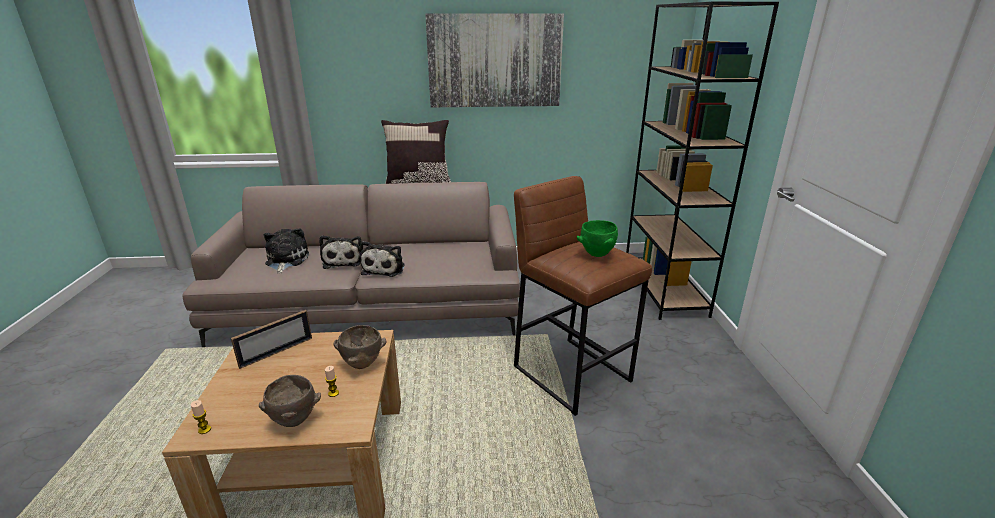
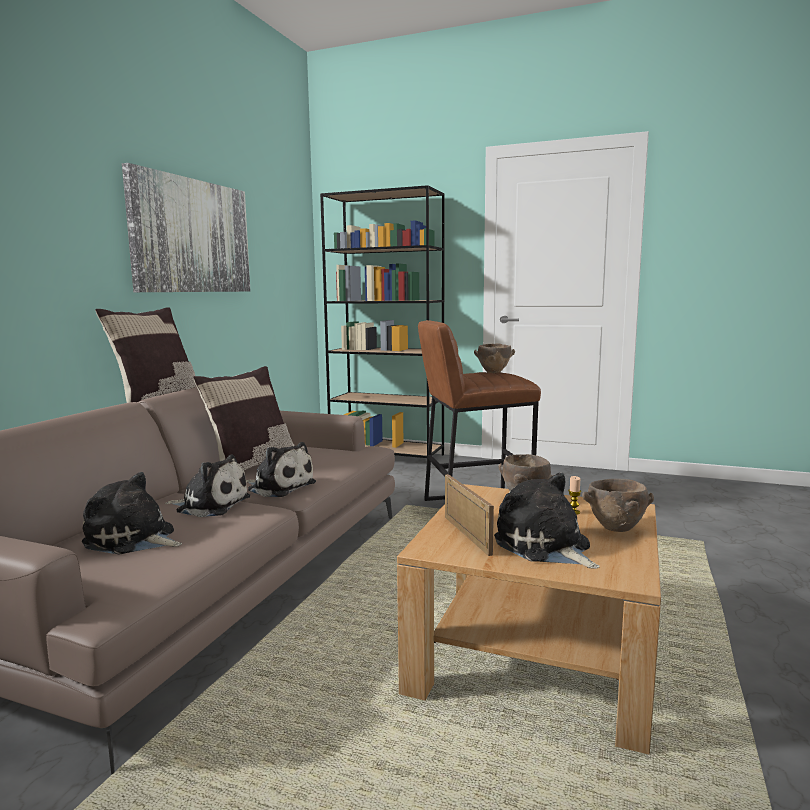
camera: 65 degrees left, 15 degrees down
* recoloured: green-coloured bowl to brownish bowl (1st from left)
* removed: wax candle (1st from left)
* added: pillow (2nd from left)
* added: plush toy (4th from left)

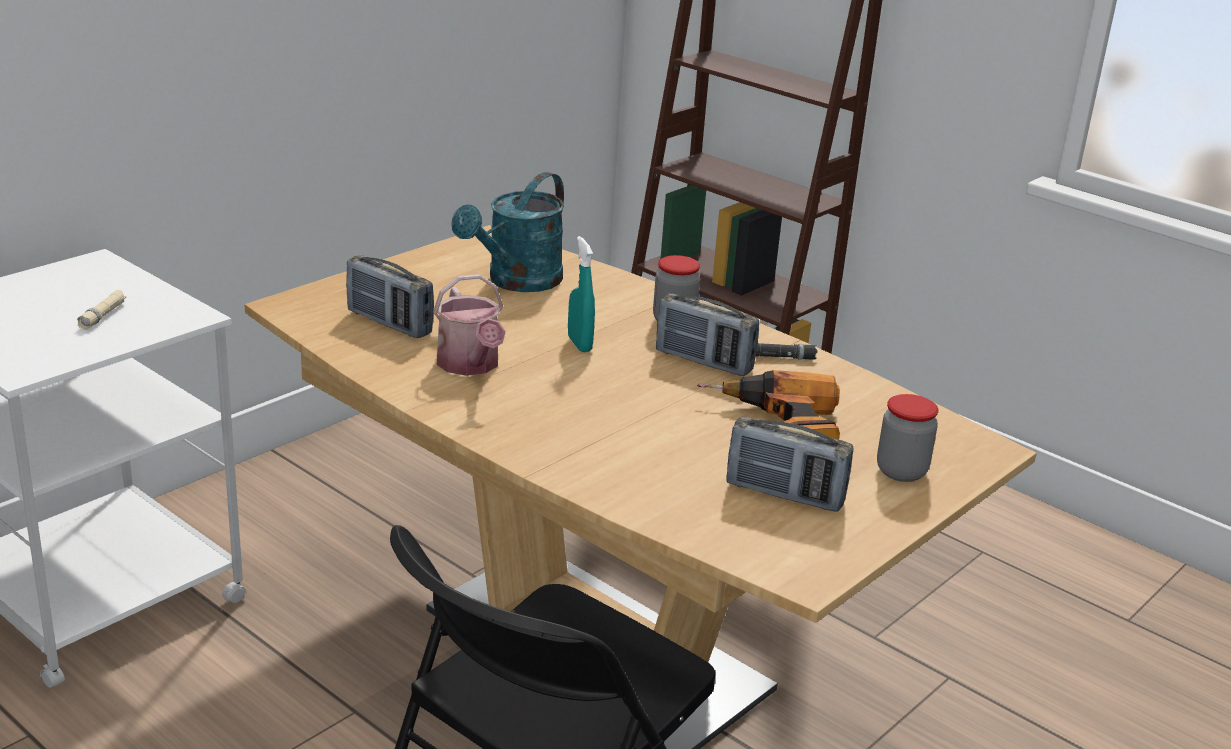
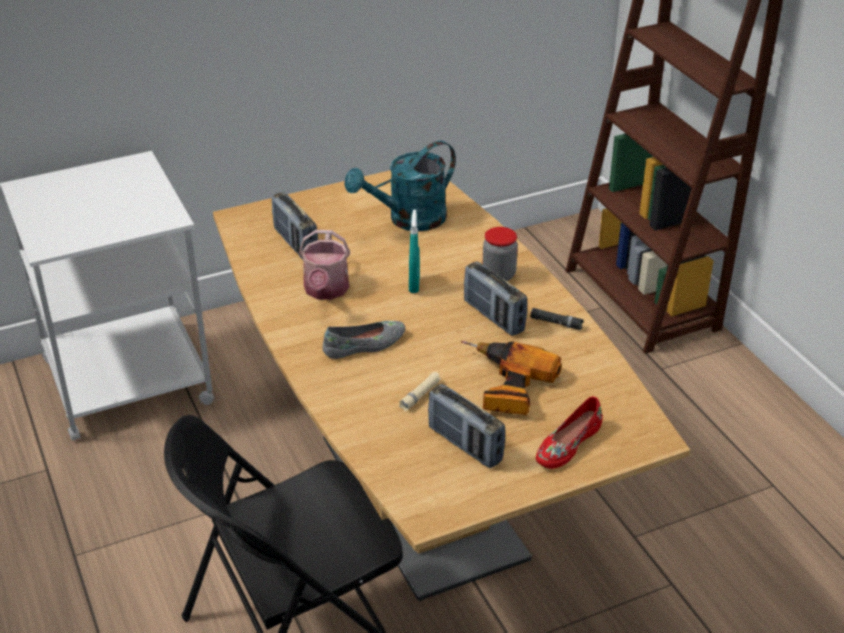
camera: 25 degrees right, 10 degrees up
* moved: beige-coloured hand torch
* replaced: storage jar (2nd from left) to reddish low shoe
* added: gray low shoe

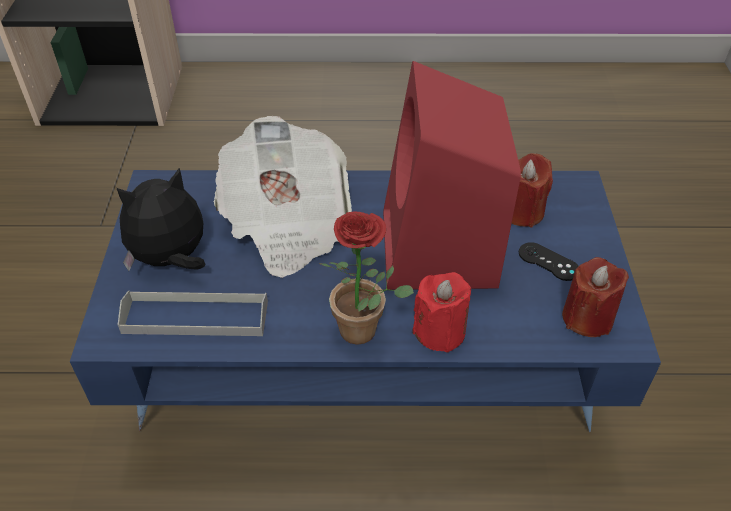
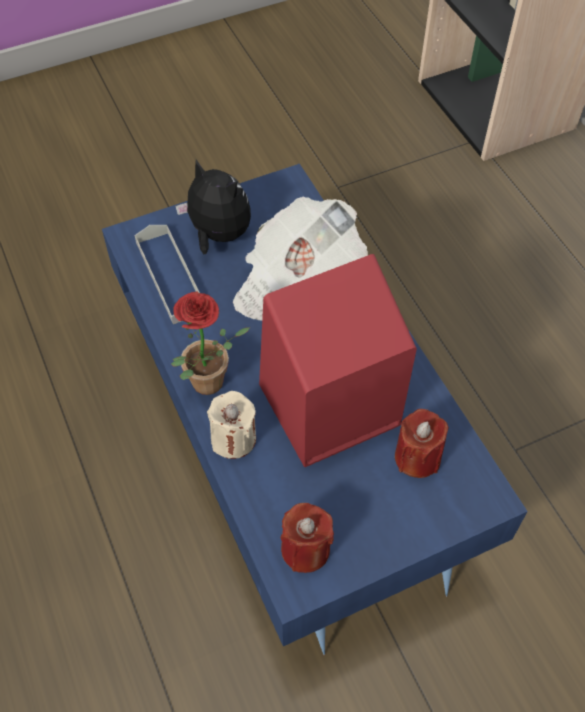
camera: 65 degrees right, 10 degrees up
* removed: black gamepad
* recoloured: reddish wax candle (1st from left) to beige-coloured wax candle

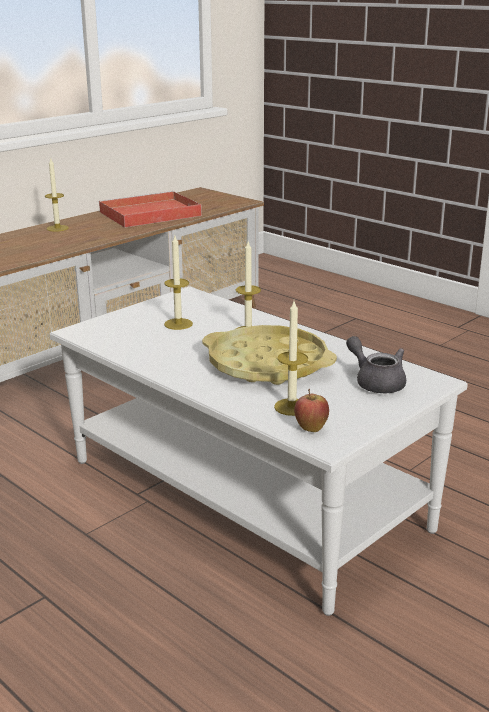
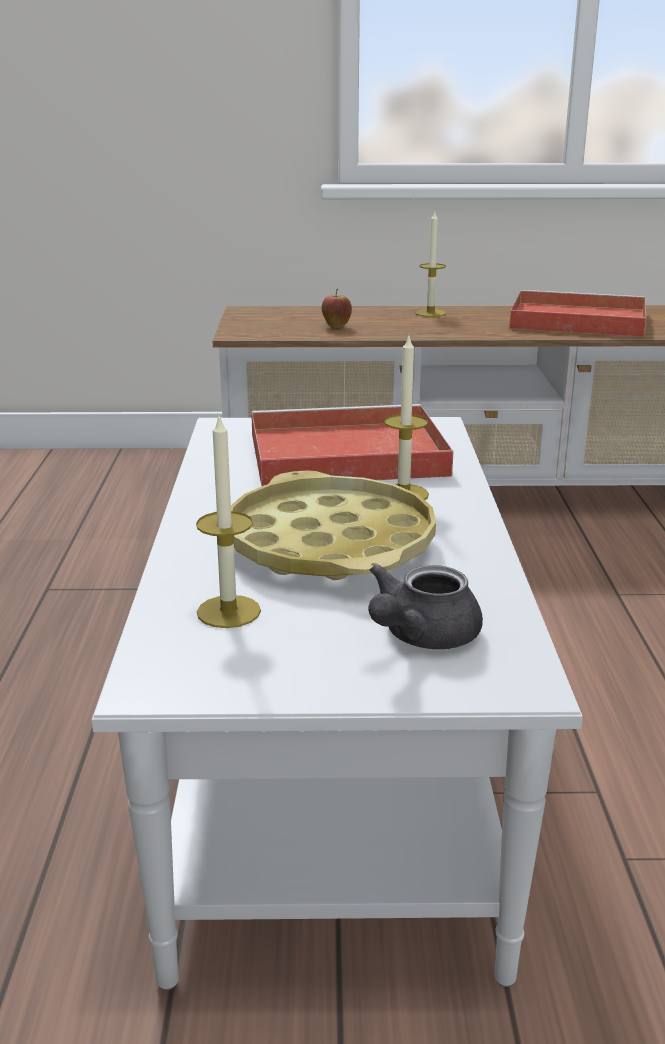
camera: 45 degrees right, 0 degrees up
* replaced: wax candle (2nd from left) to reddish tray (1st from left)
* turned: gray pot for tea 150 degrees counterclockwise
* moved: apple fruit

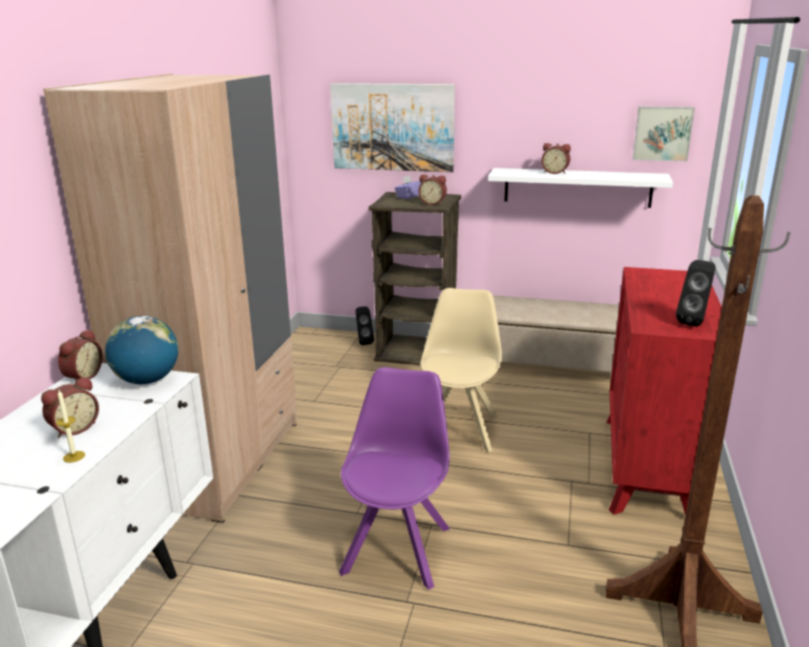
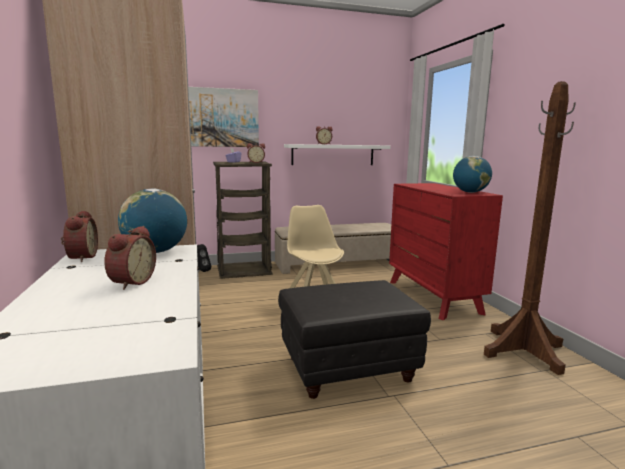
camera: 30 degrees left, 10 degrees down
* removed: wall art (2nd from left)
* replaced: black loudspeaker (2nd from left) to desk globe (2nd from left)
* replaced: purplish plain chair to black footrest
* removed: wax candle

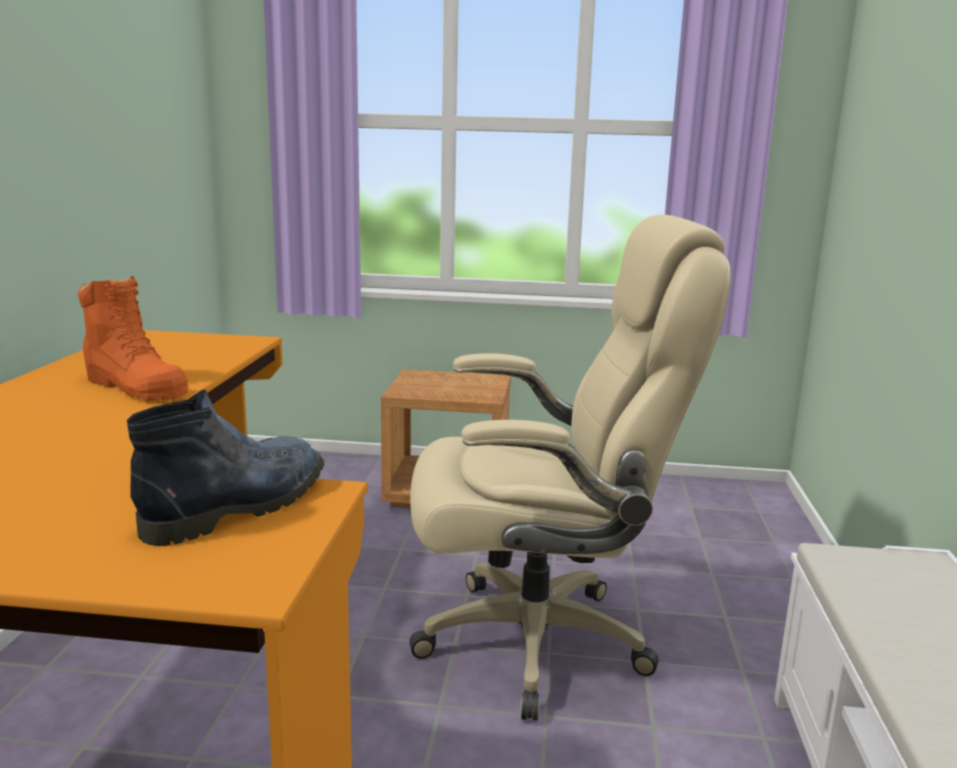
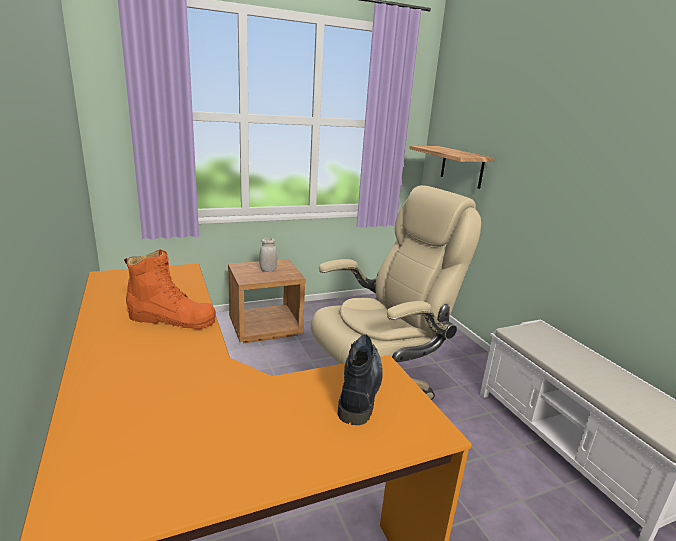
camera: 30 degrees left, 5 degrees up
* added: shelf
* added: whitish storage jar

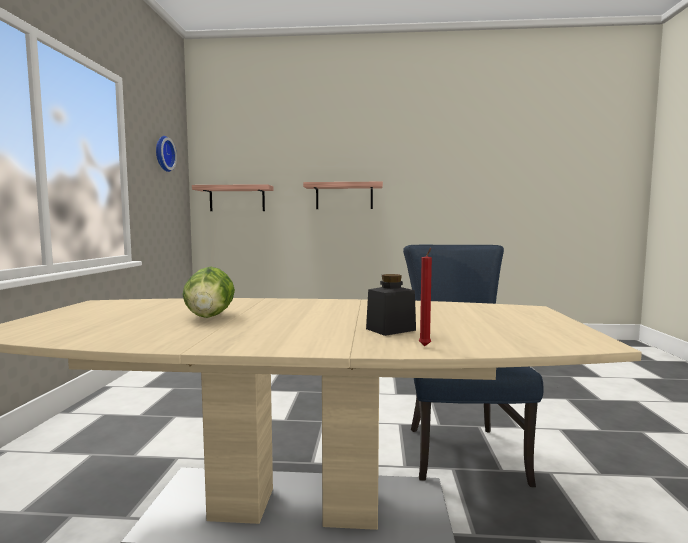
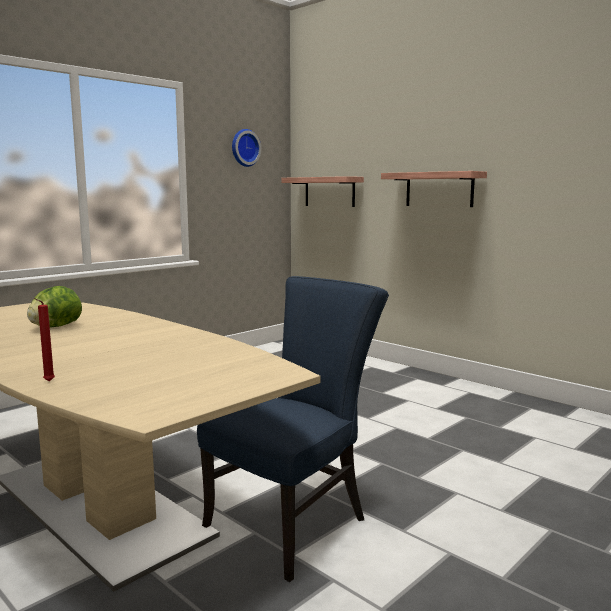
camera: 40 degrees right, 5 degrees up
* removed: black storage jar

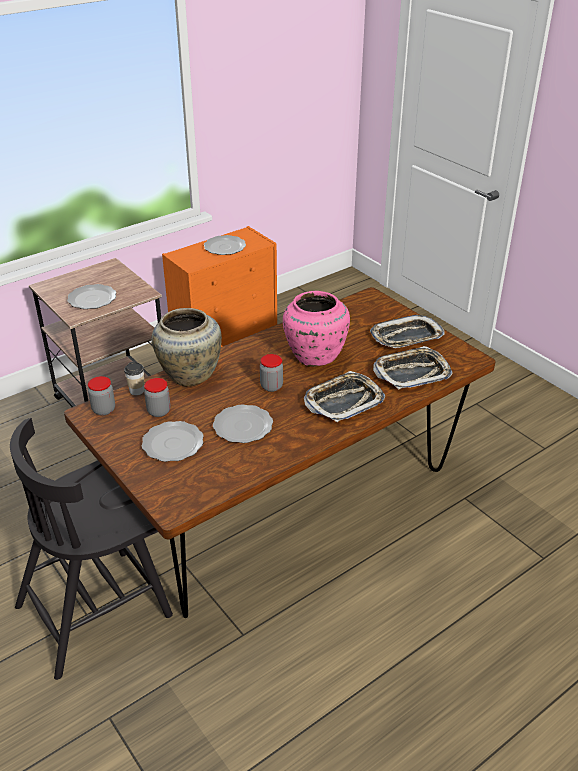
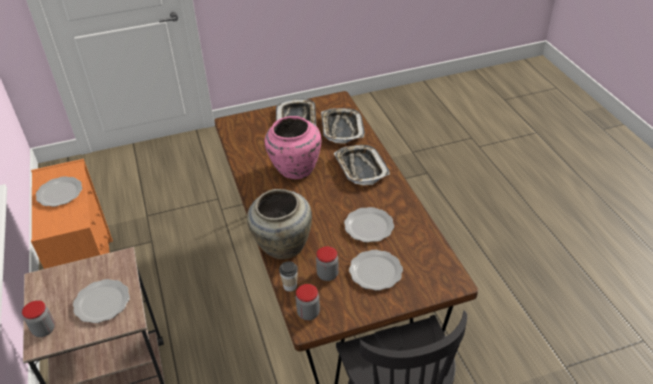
camera: 70 degrees left, 5 degrees up
* moved: storage jar (3rd from left in the first image) to storage jar (1st from left)

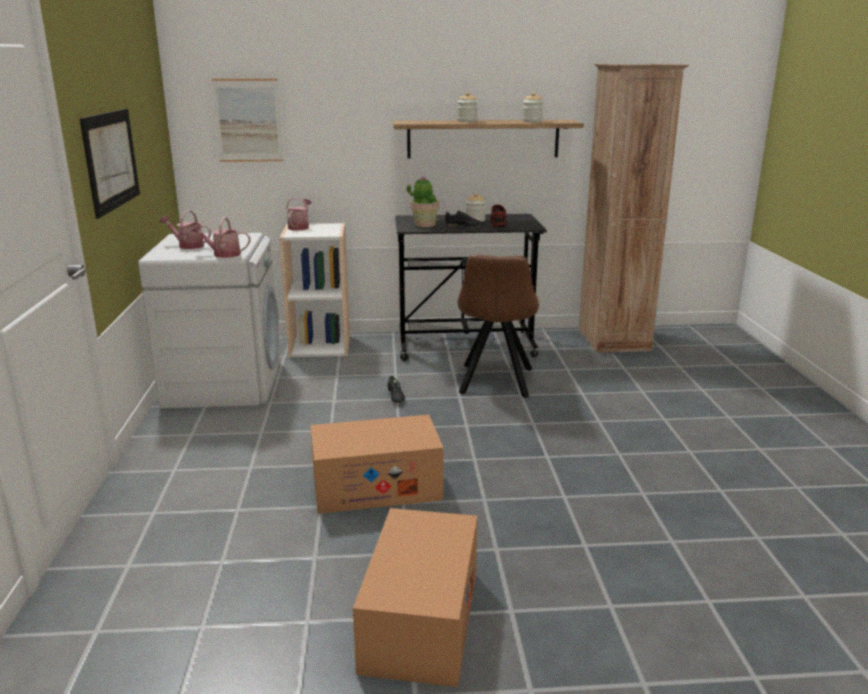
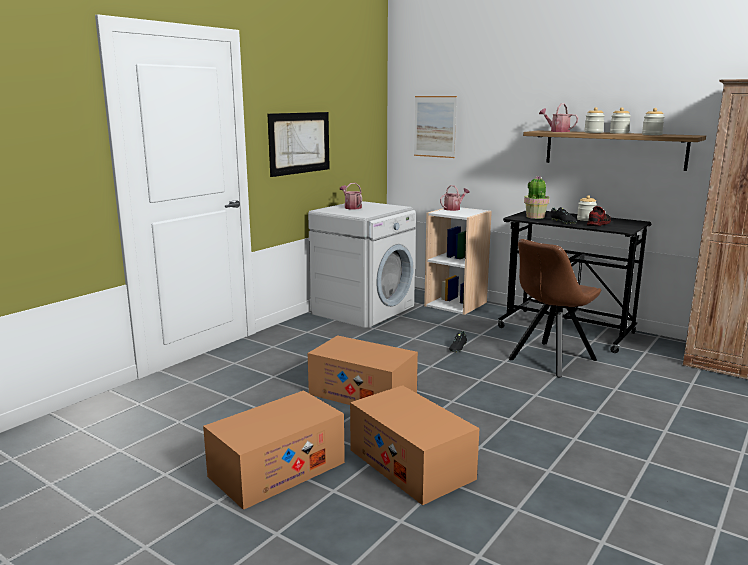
camera: 40 degrees right, 5 degrees down
* moved: watering pot (2nd from left in the first image) to watering pot (3rd from left)
* added: storage jar (3rd from left)
* added: cardboard box (3rd from left)

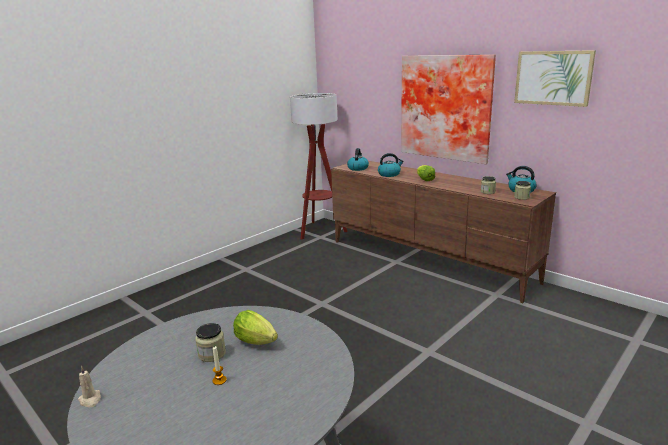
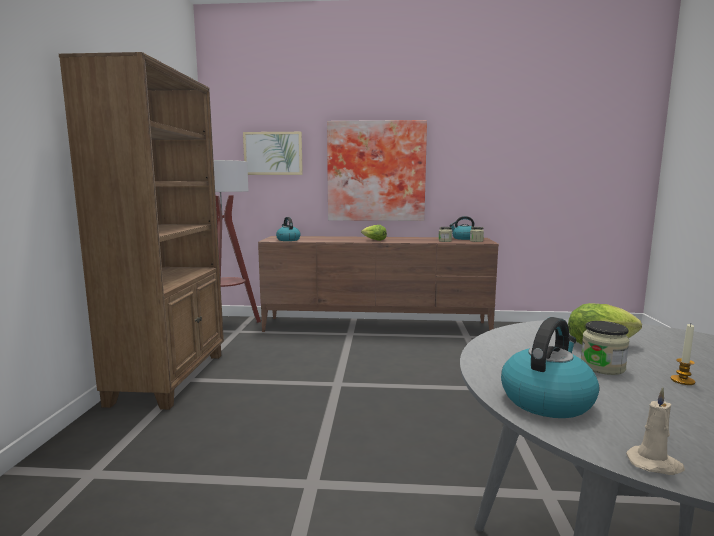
camera: 40 degrees left, 10 degrees down
* moved: wall art (2nd from left in the first image) to wall art (1st from left)
* moved: water kettle (2nd from left in the first image) to water kettle (3rd from left)
* added: brownish shelving unit

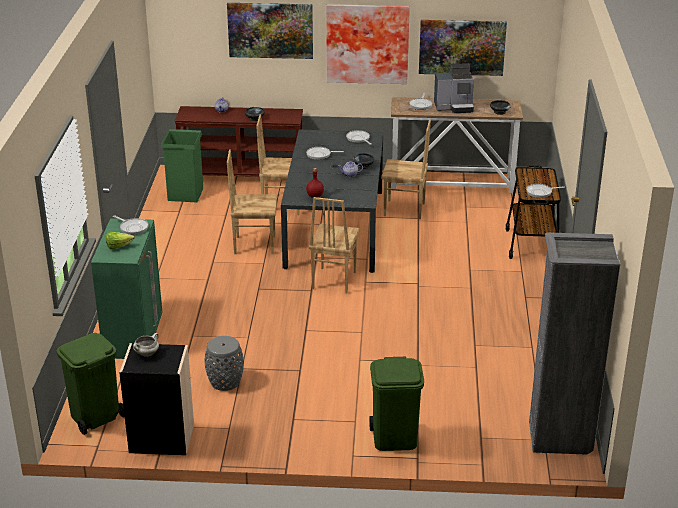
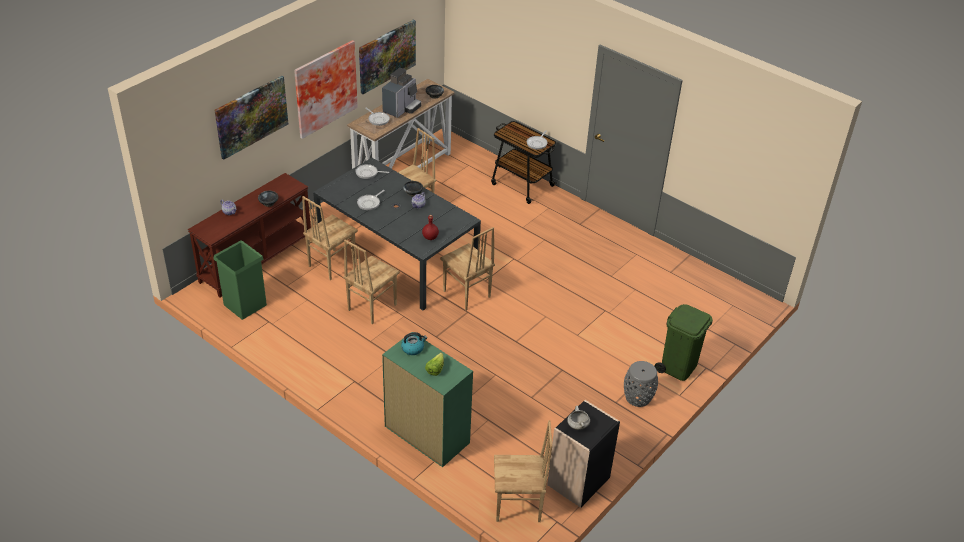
camera: 55 degrees left, 10 degrees up
* replaced: frying pan (1st from left) to water kettle
* removed: gray cupboard
* replaced: green-coloured trash can (1st from left) to brownish plain chair (5th from left)
* moved: gray stool seat

